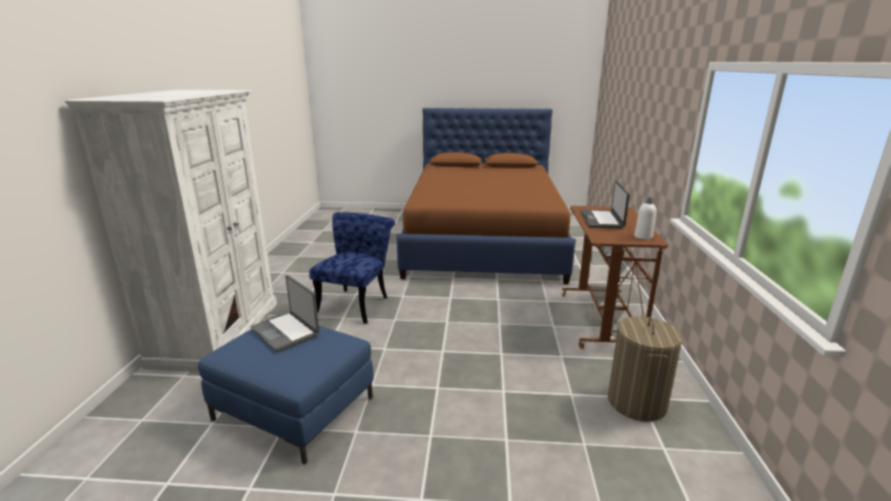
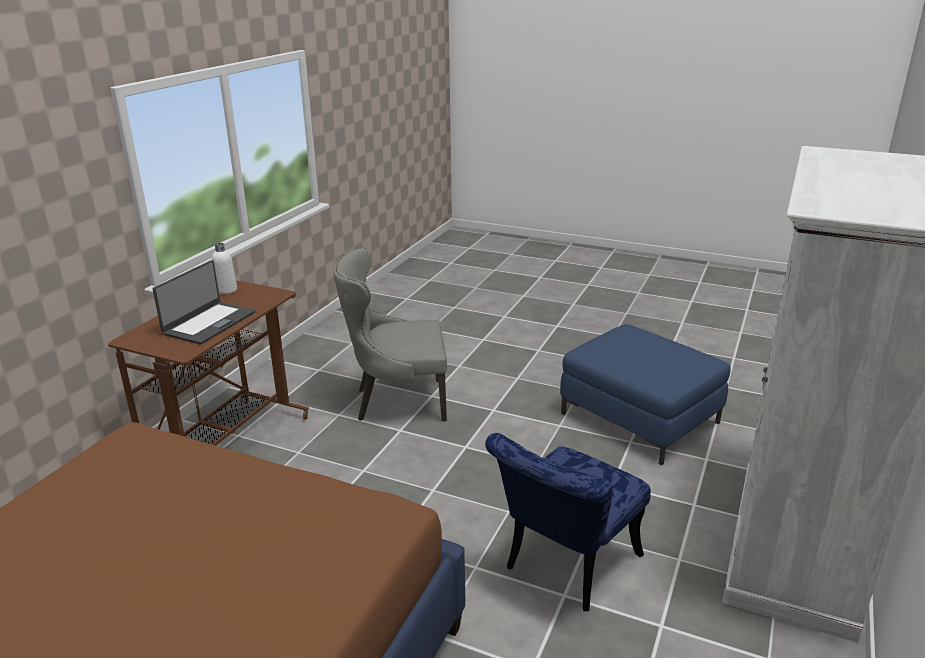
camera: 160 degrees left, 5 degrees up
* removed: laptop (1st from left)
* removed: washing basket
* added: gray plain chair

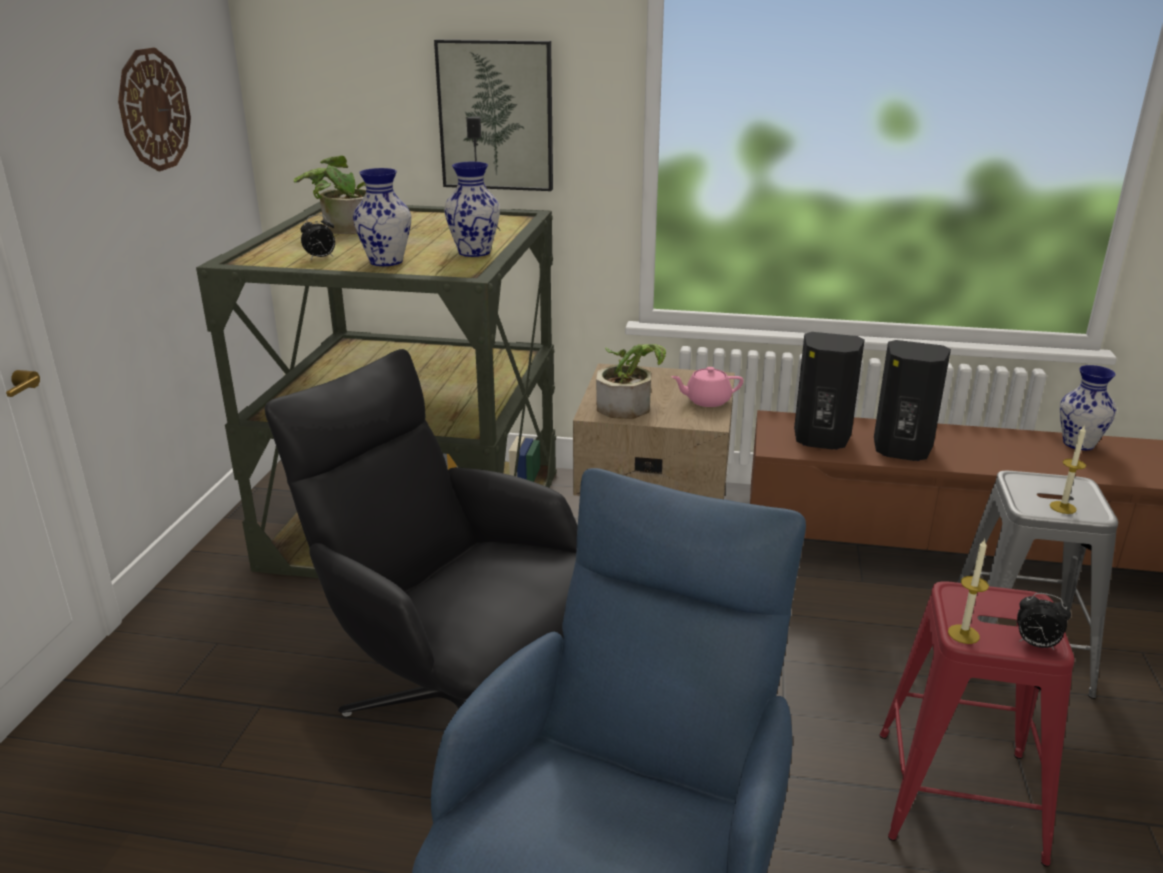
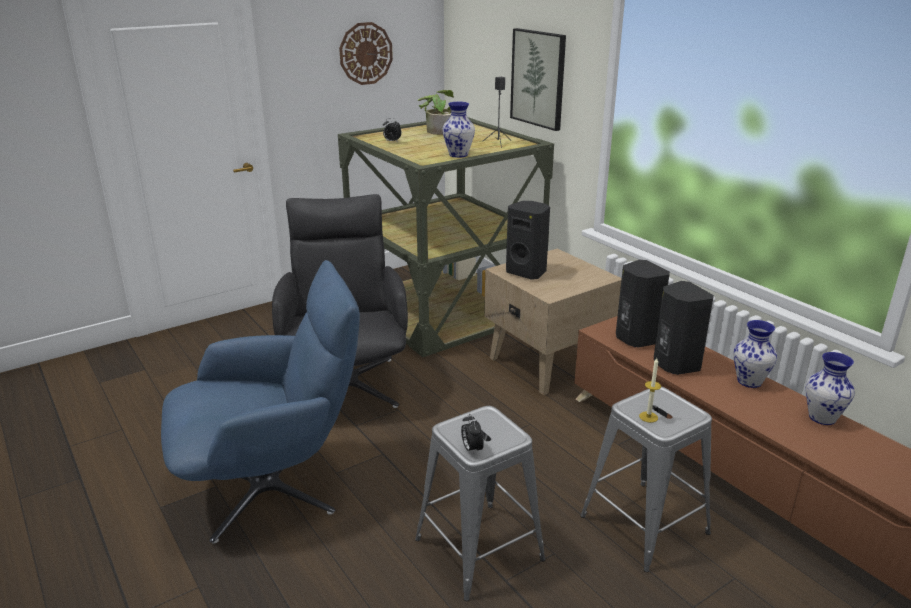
camera: 45 degrees right, 0 degrees up
* moved: vase (1st from left in the first image) to vase (2nd from left)
* replaced: potted plant (2nd from left) to black loudspeaker (2nd from left)
* removed: pinkish pot for tea
* removed: wax candle (1st from left)
* recoloured: reddish stool seat to gray stool seat (1st from left)

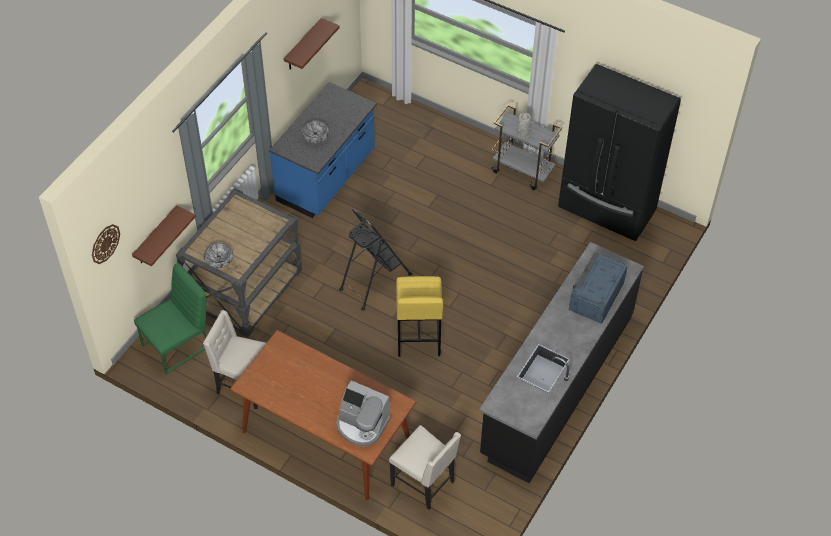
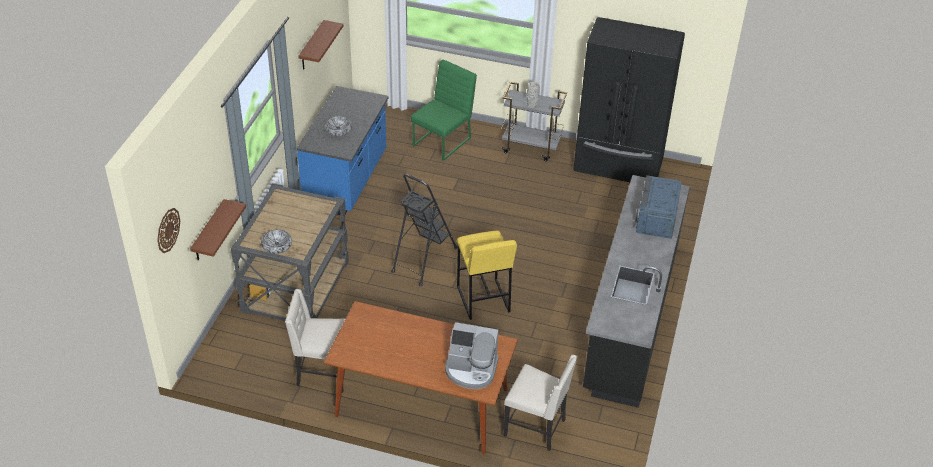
camera: 15 degrees left, 10 degrees down
* moved: green-coloured plain chair

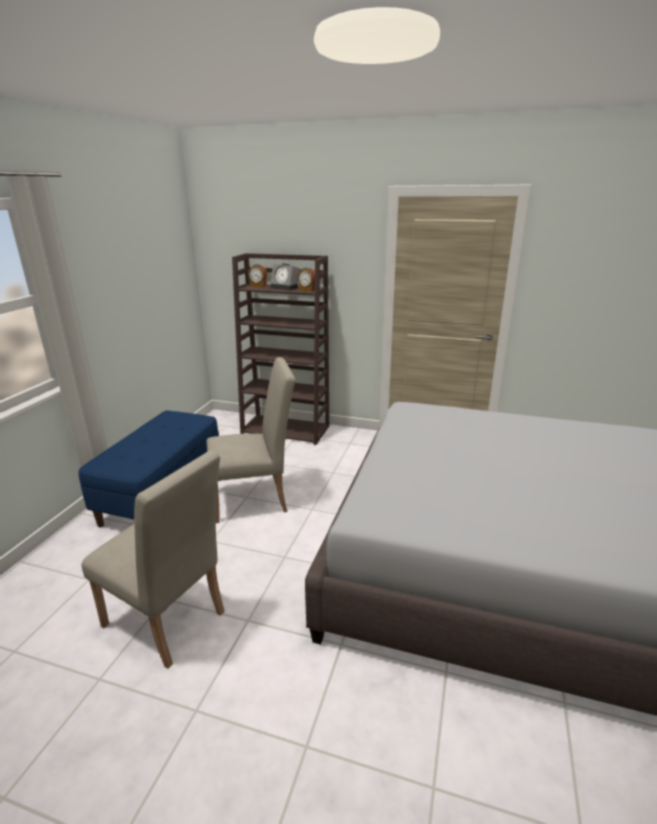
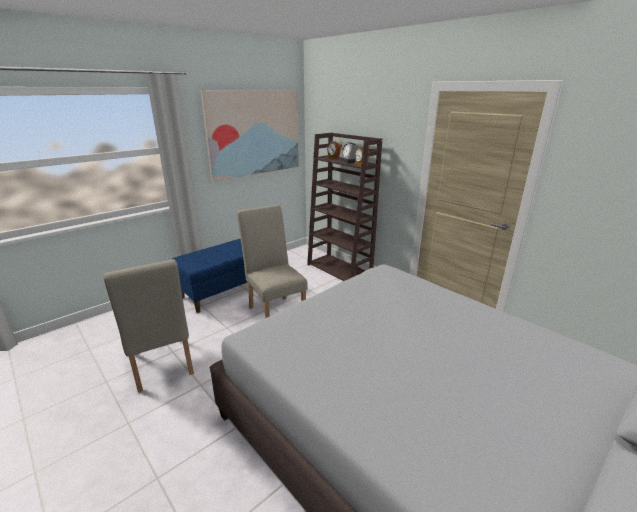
camera: 30 degrees right, 0 degrees up
* turned: beige-coloured plain chair (2nd from left) 135 degrees counterclockwise
* added: wall art

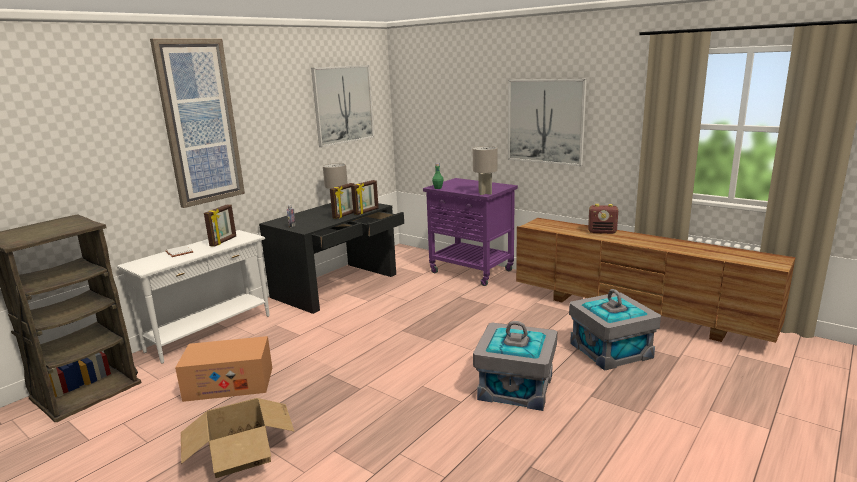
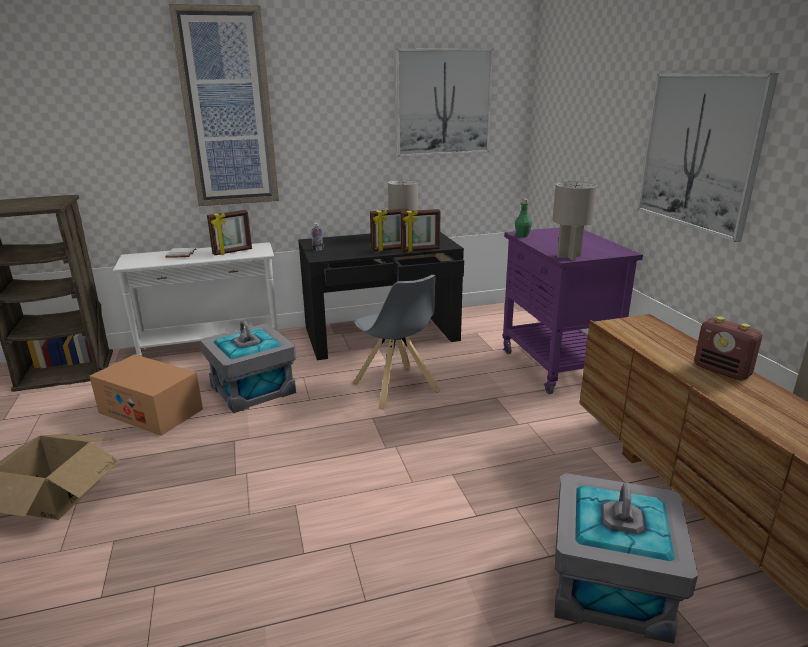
camera: 35 degrees right, 5 degrees up
* moved: gray storage bin (1st from left)
* added: gray plain chair

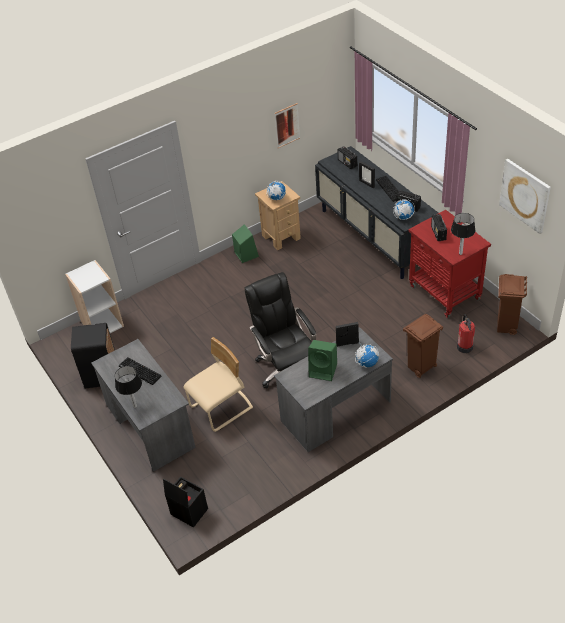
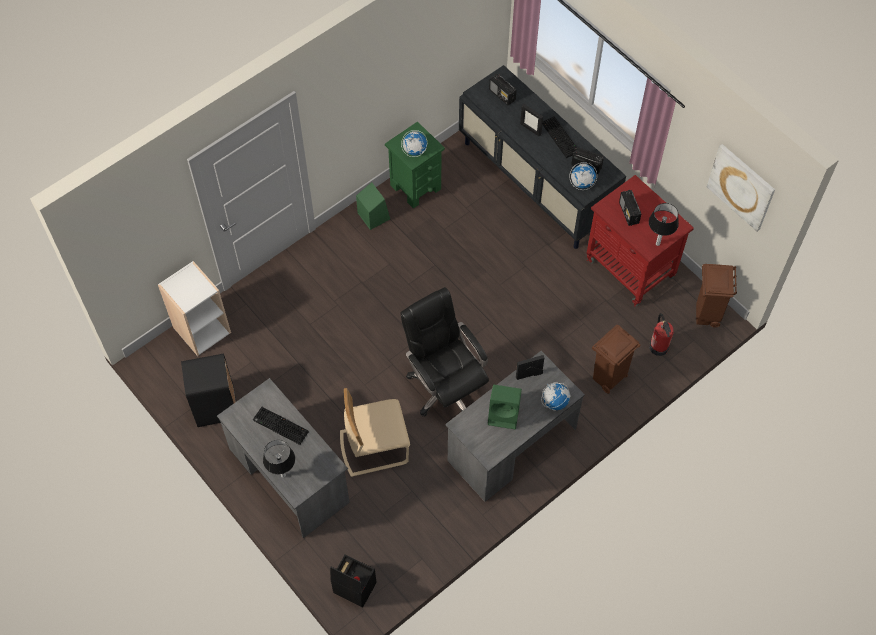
camera: 10 degrees left, 15 degrees up
* removed: wall art (1st from left)
* recoloured: beige-coloured nightstand to green-coloured nightstand
* turned: beige-coloured plain chair 150 degrees counterclockwise

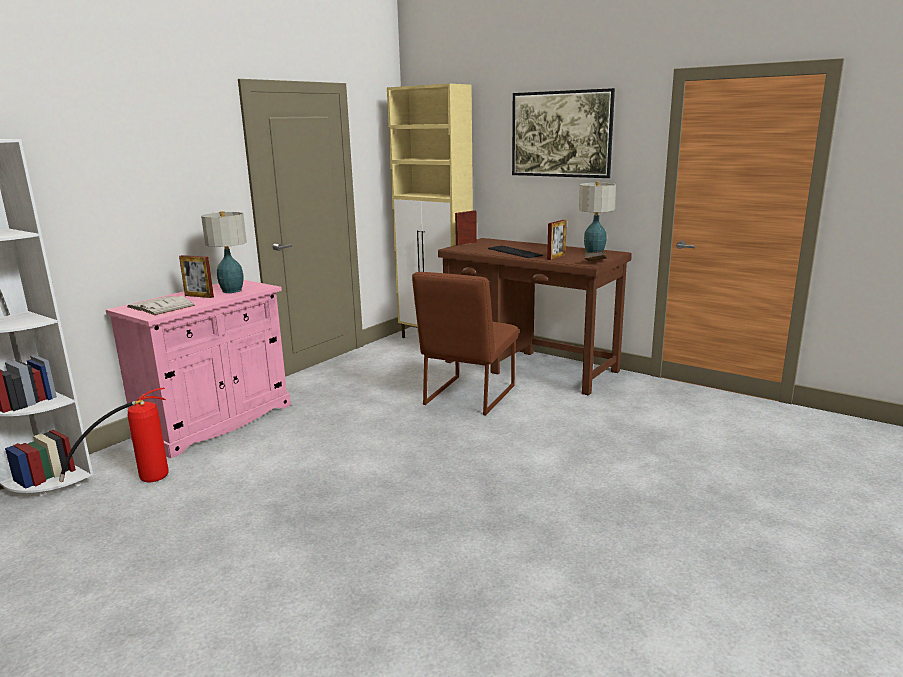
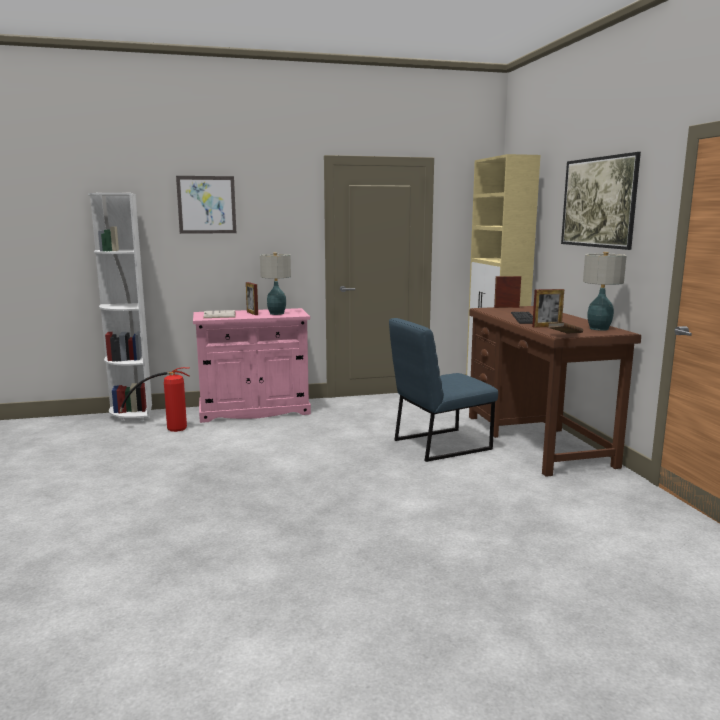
camera: 40 degrees right, 5 degrees down
* recoloured: brownish plain chair to blue-coloured plain chair
* added: wall art (1st from left)

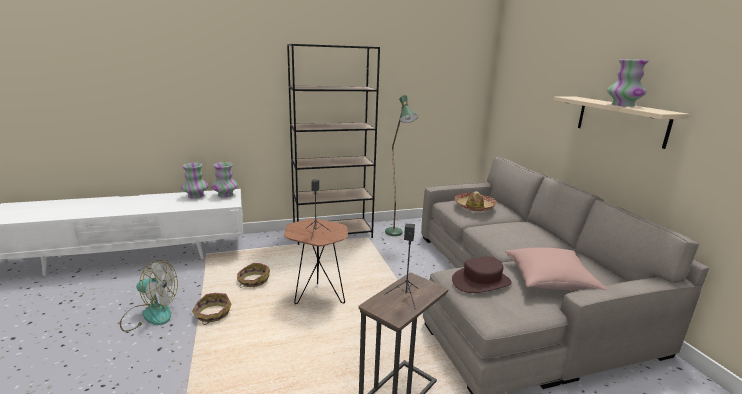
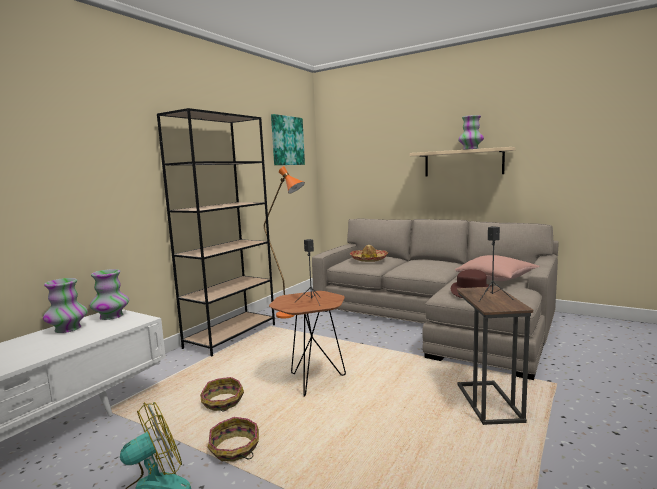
camera: 40 degrees left, 10 degrees down
* recoloured: green-coloured floor lamp to orangey floor lamp
* added: wall art

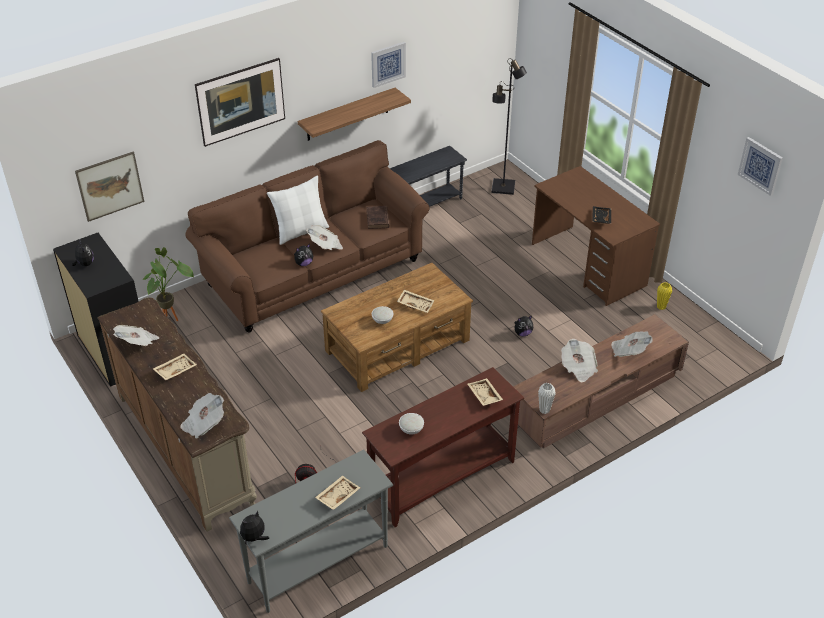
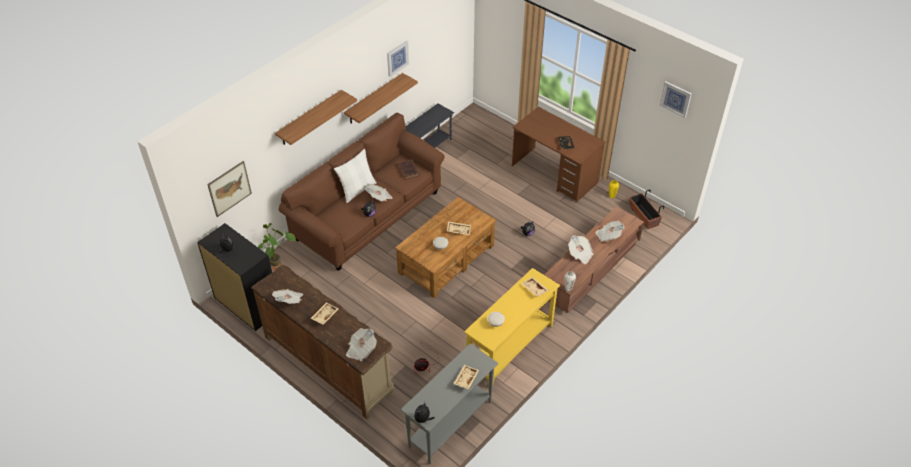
camera: 15 degrees left, 5 degrees up
* replaced: wall art (2nd from left) to shelf (1st from left)
* removed: black floor lamp
* recoloured: brownish narrow table to yellow narrow table
* added: flower pot

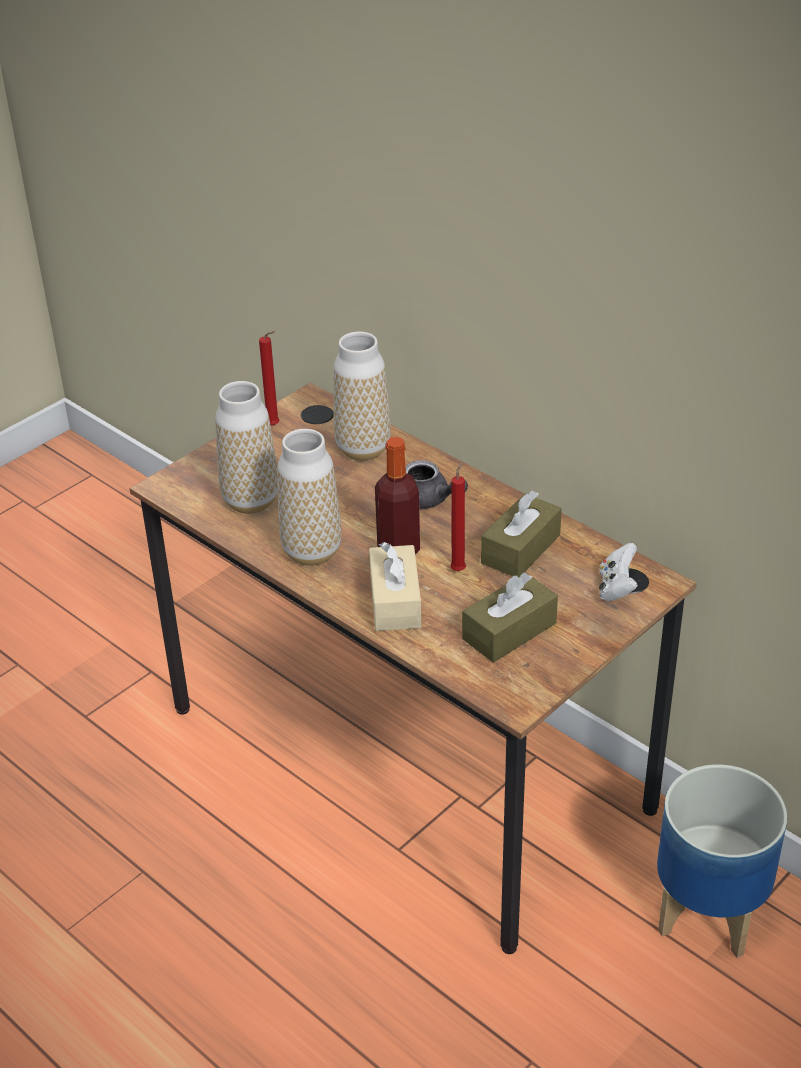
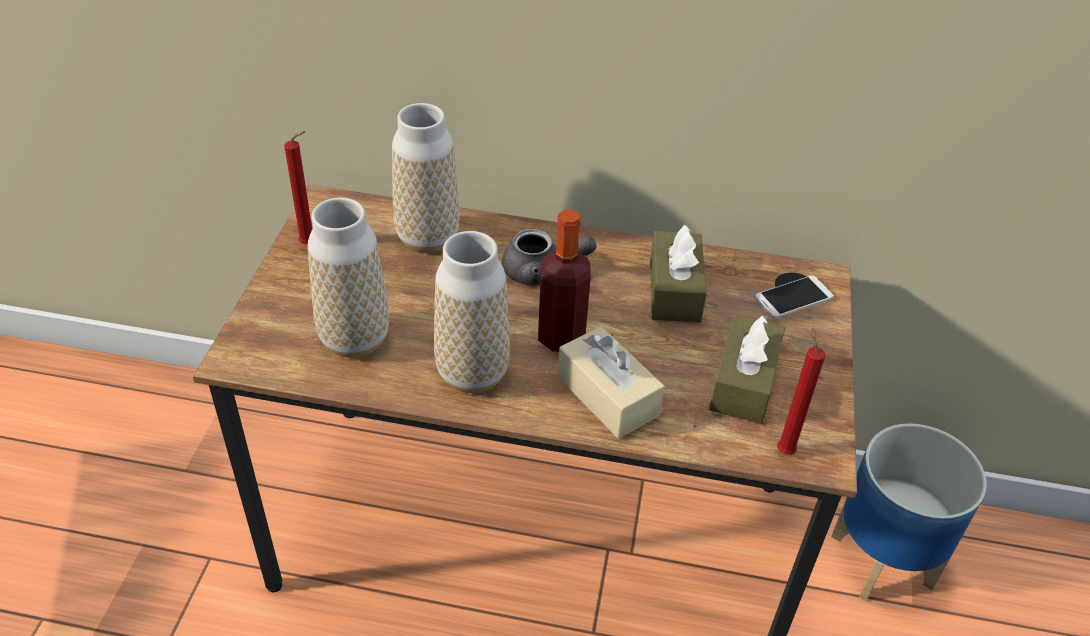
camera: 35 degrees left, 5 degrees up
* moved: reddish wax candle (2nd from left)
* replaced: whitish gamepad to telephone

